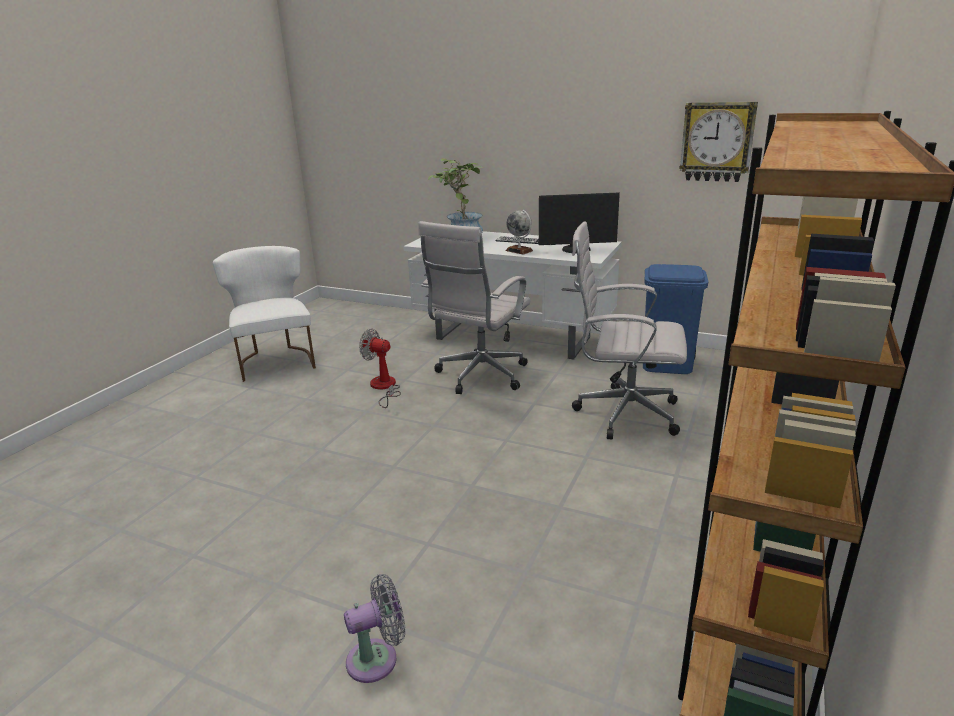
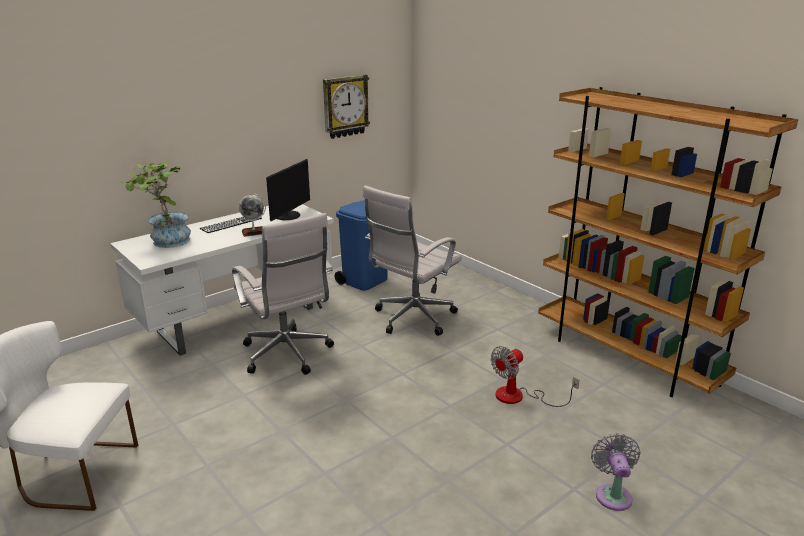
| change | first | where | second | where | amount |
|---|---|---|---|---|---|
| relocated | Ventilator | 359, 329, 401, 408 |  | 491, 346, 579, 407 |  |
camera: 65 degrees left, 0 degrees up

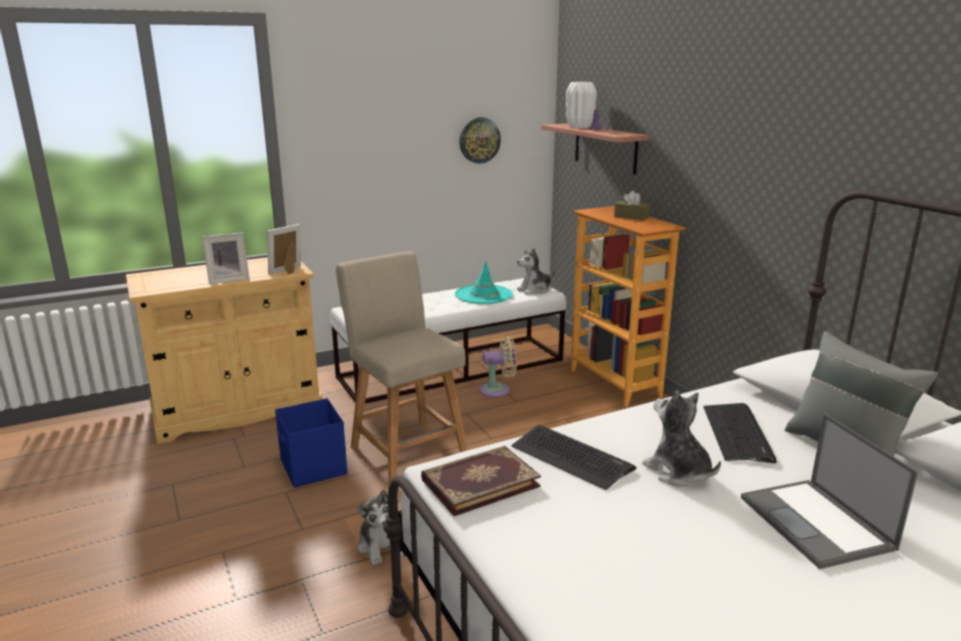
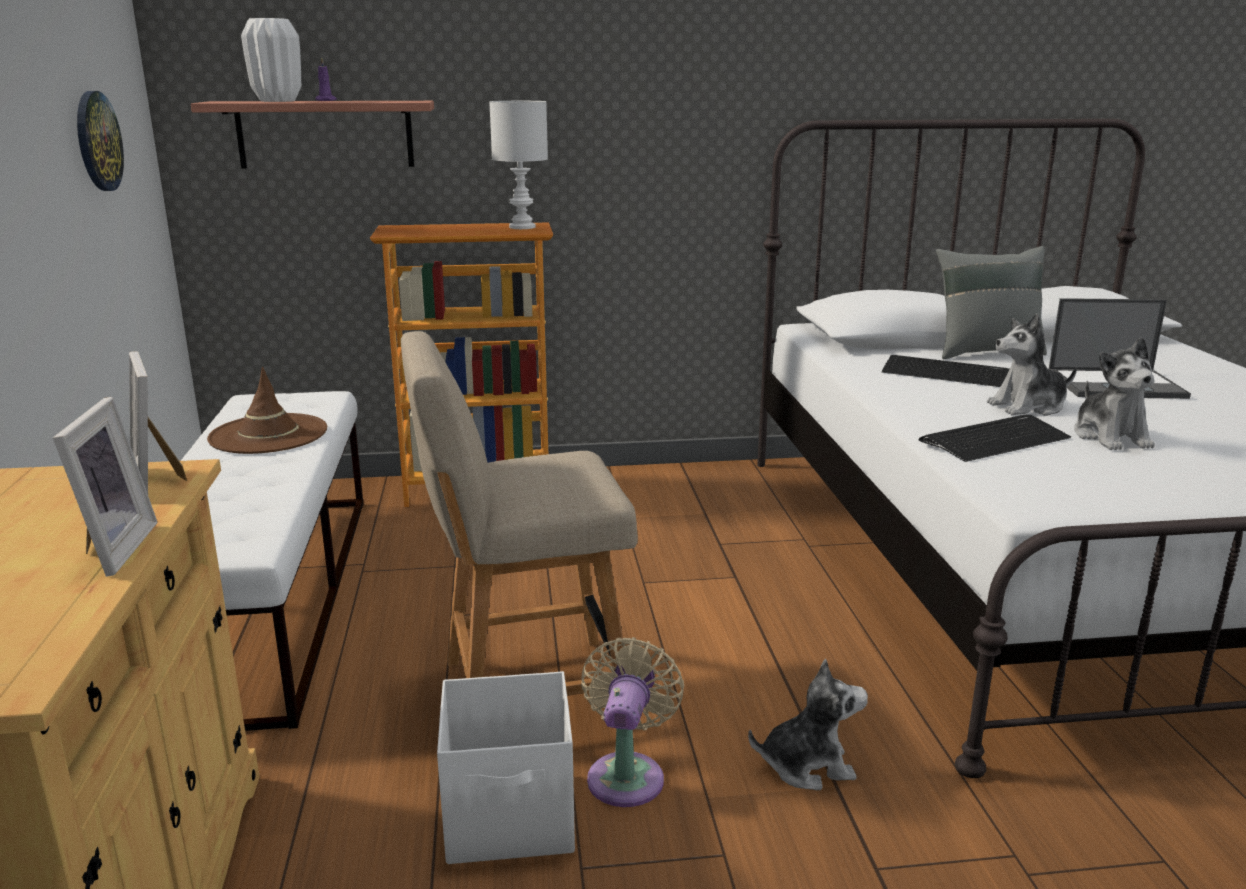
| change | first | where | second | where | amount |
|---|---|---|---|---|---|
| colour | Aufbewahrungsbox (blau) | 275, 398, 347, 488 | Aufbewahrungsbox (weiß) | 437, 671, 575, 864 |  |
| missing | Buch | 421, 446, 541, 516 |  |  |  |
| colour | Hut (türkis) | 455, 261, 513, 304 | Hut (braun) | 207, 367, 327, 454 |  |
| relocated | Ventilator (beige) | 479, 337, 517, 398 |  | 581, 637, 684, 807 |  |
| relocated | Plüschtier | 517, 248, 556, 295 |  | 1074, 337, 1155, 450 |  |
| missing | Taschentuchbox (braun) | 614, 191, 650, 220 |  |  |  |
| appeared |  |  | Tischlampe (weiß) | 489, 101, 548, 229 |  |
camera: 70 degrees left, 0 degrees up

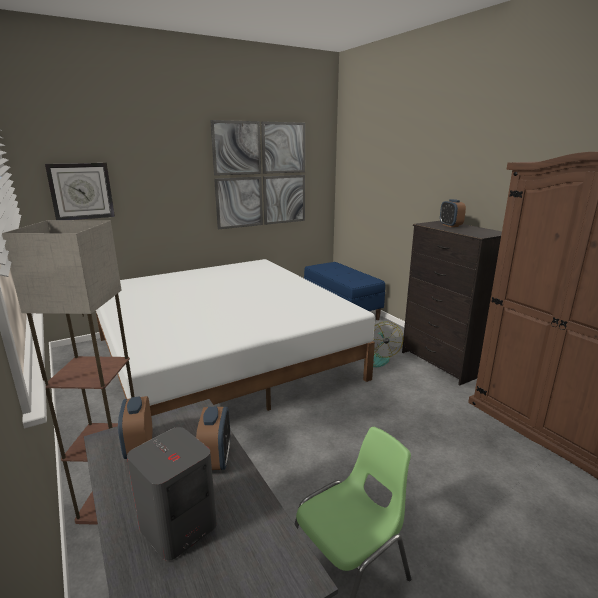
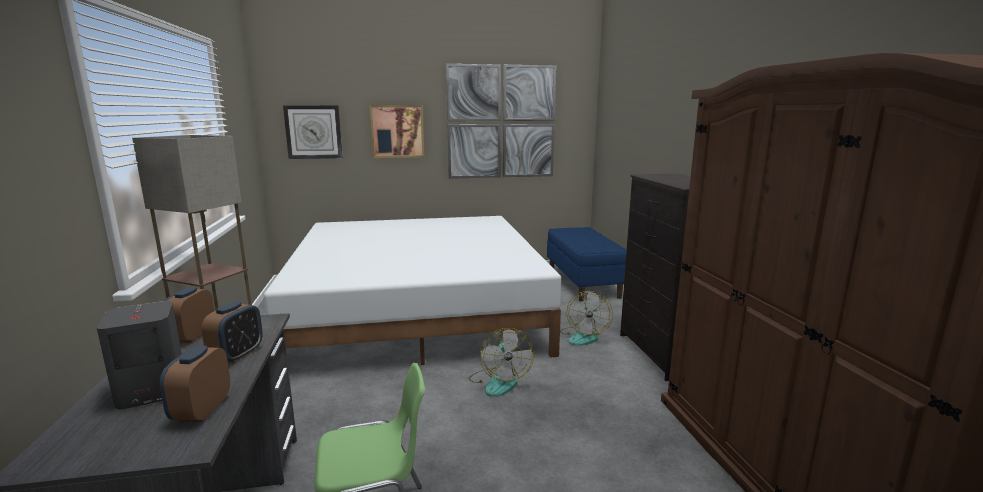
| change | first | where | second | where | amount |
|---|---|---|---|---|---|
| relocated | Wecker | 440, 199, 466, 227 |  | 159, 346, 230, 422 |  |
| appeared |  |  | Bild | 370, 105, 424, 158 |  |
| appeared |  |  | Ventilator | 469, 328, 534, 397 |  |
camera: 20 degrees right, 5 degrees down

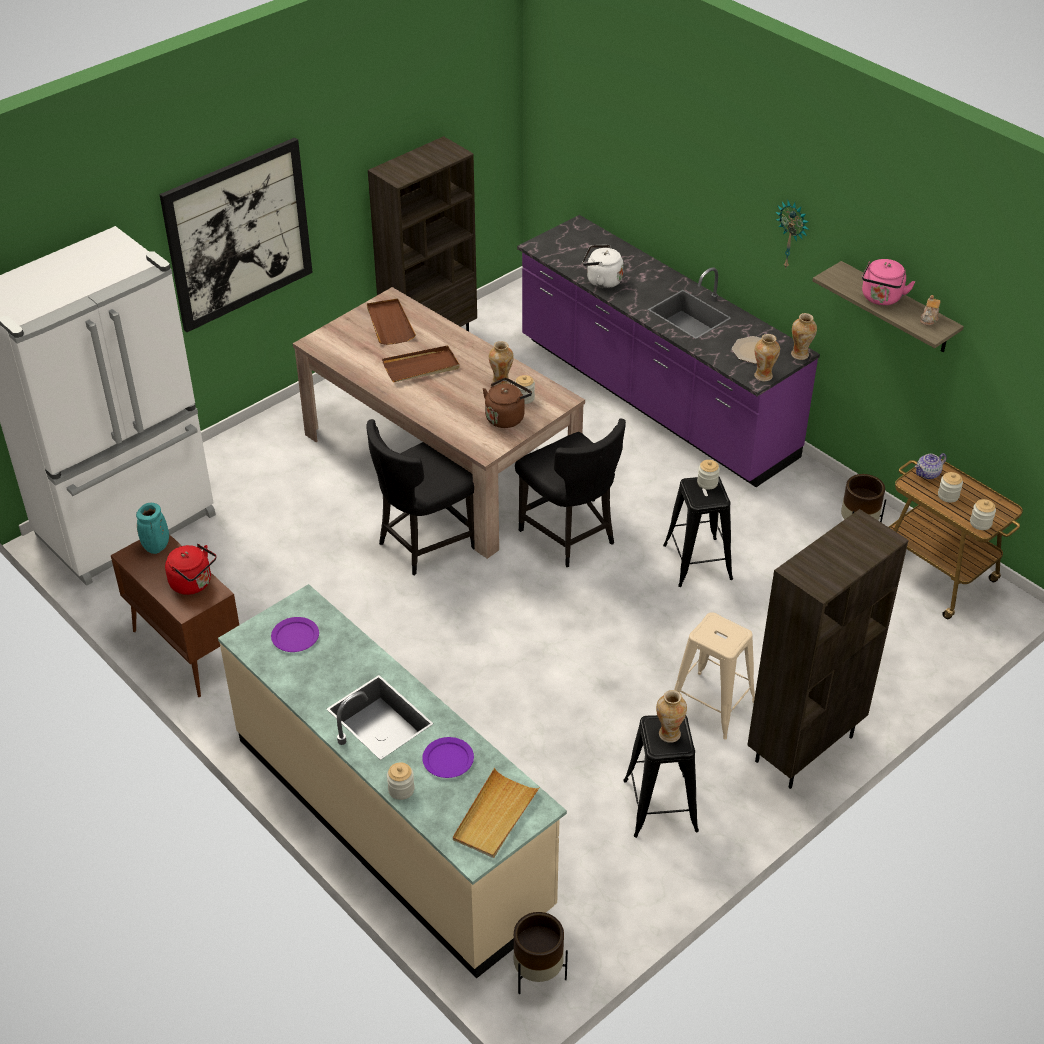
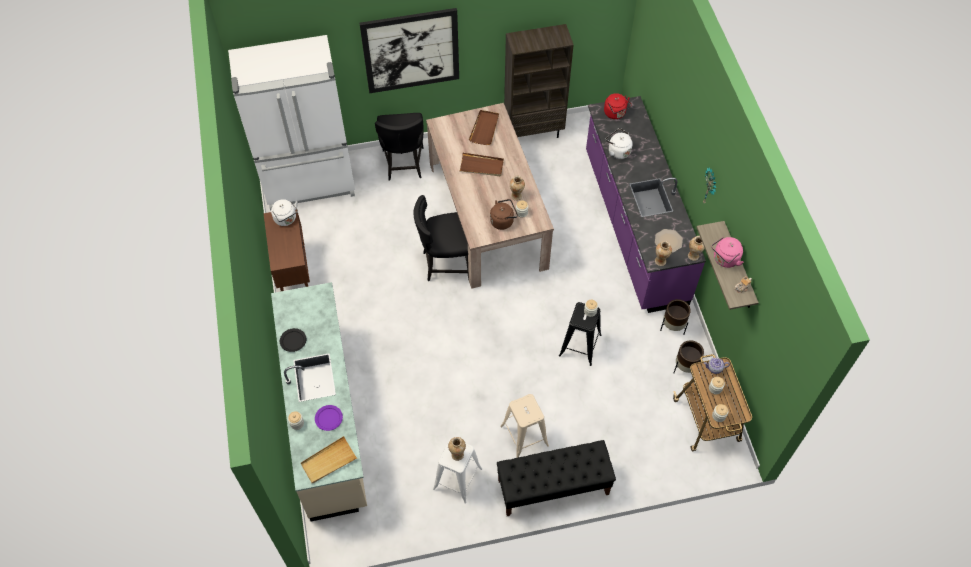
| change | first | where | second | where | amount |
|---|---|---|---|---|---|
| exchanged | Vase (türkis) | 136, 503, 169, 554 | Wasserkessel (weiß) | 271, 199, 298, 226 |  |
| relocated | Wasserkessel (rot) | 165, 544, 216, 595 |  | 604, 93, 632, 119 |  |
| missing | Teller (lila) | 271, 617, 319, 652 |  |  |  |
| relocated | Pflanzkübel (braun) | 514, 912, 568, 994 |  | 660, 299, 691, 335 |  |
| relocated | Stuhl (schwarz) | 515, 419, 626, 567 |  | 375, 113, 424, 181 |  |
| colour | Hocker (schwarz) | 623, 715, 699, 838 | Hocker (weiß) | 433, 438, 482, 504 |  |
| exchanged | Bücherregal (braun) | 747, 509, 909, 789 | Bank (schwarz) | 497, 440, 616, 516 |  |
| appeared |  |  | Teller (schwarz) | 280, 328, 306, 352 |  |
camera: 30 degrees right, 15 degrees up

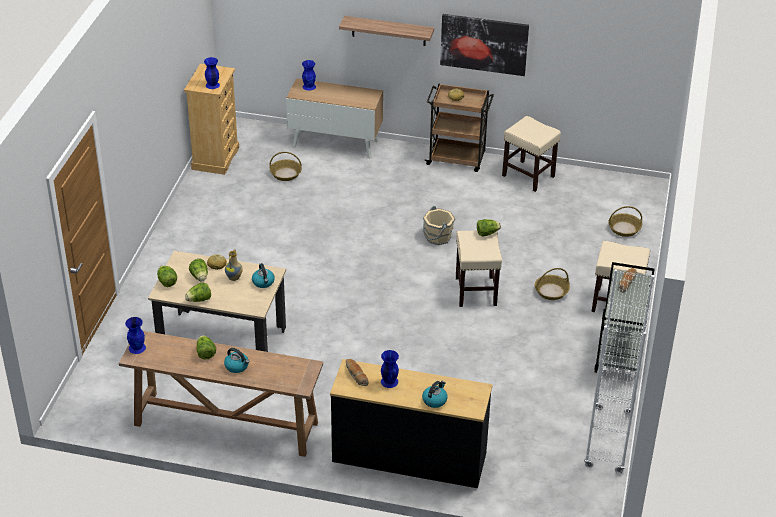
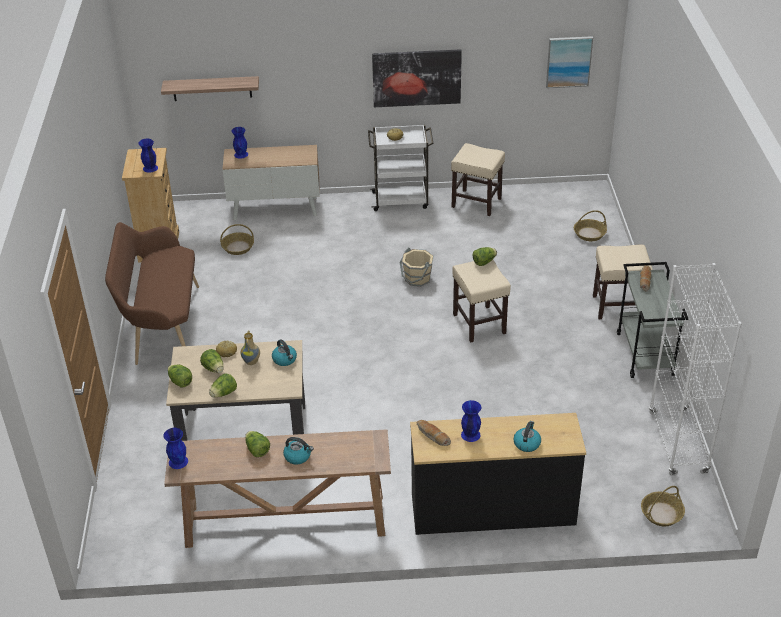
| change | first | where | second | where | amount |
|---|---|---|---|---|---|
| relocated | Wandregal | 339, 16, 434, 46 |  | 161, 76, 259, 101 |  |
| colour | Rollwagen (braun) | 424, 83, 494, 172 | Rollwagen (weiß) | 368, 125, 433, 211 |  |
| relocated | Korb | 535, 268, 570, 300 |  | 641, 486, 685, 526 |  |
| appeared |  |  | Bank (braun) | 105, 222, 199, 365 |  |
| appeared |  |  | Bild | 546, 36, 593, 88 |  |
camera: 15 degrees left, 0 degrees up

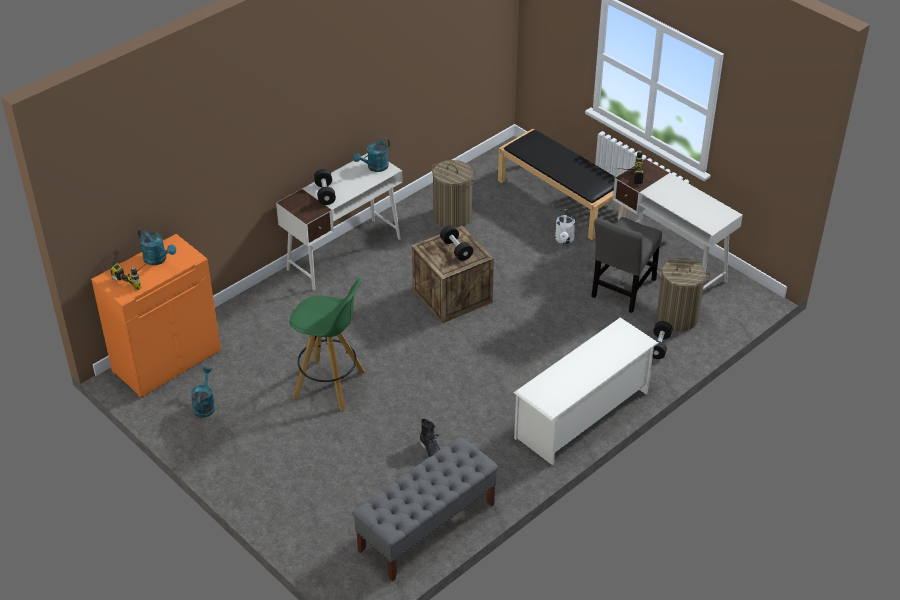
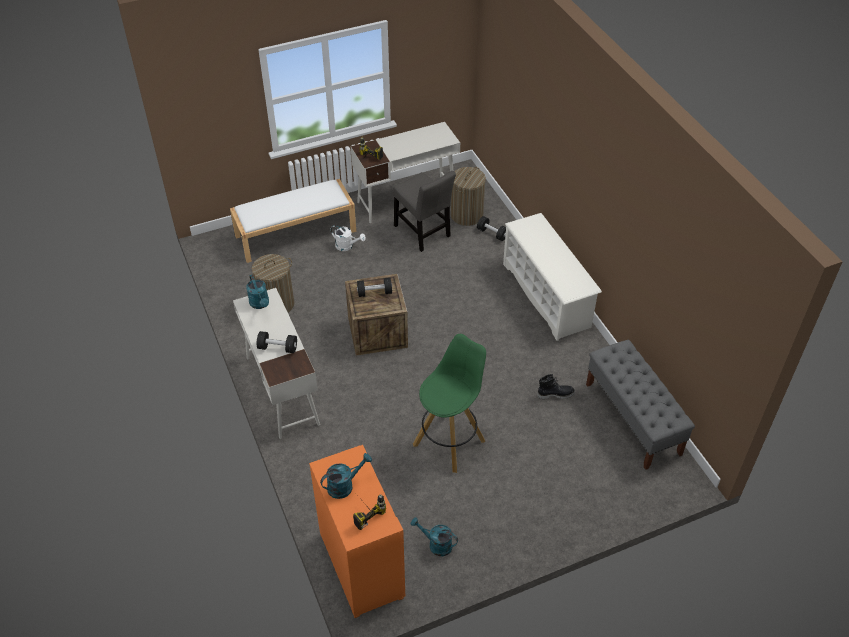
| change | first | where | second | where | amount |
|---|---|---|---|---|---|
| colour | Bank (schwarz) | 498, 129, 626, 240 | Bank (weiß) | 230, 179, 356, 263 |  |
camera: 70 degrees left, 5 degrees up

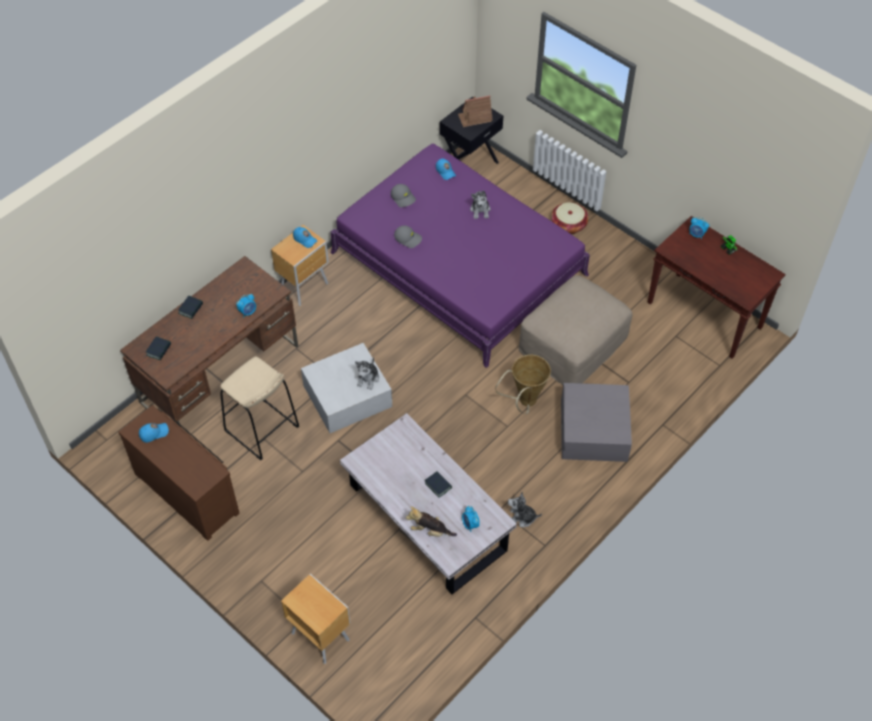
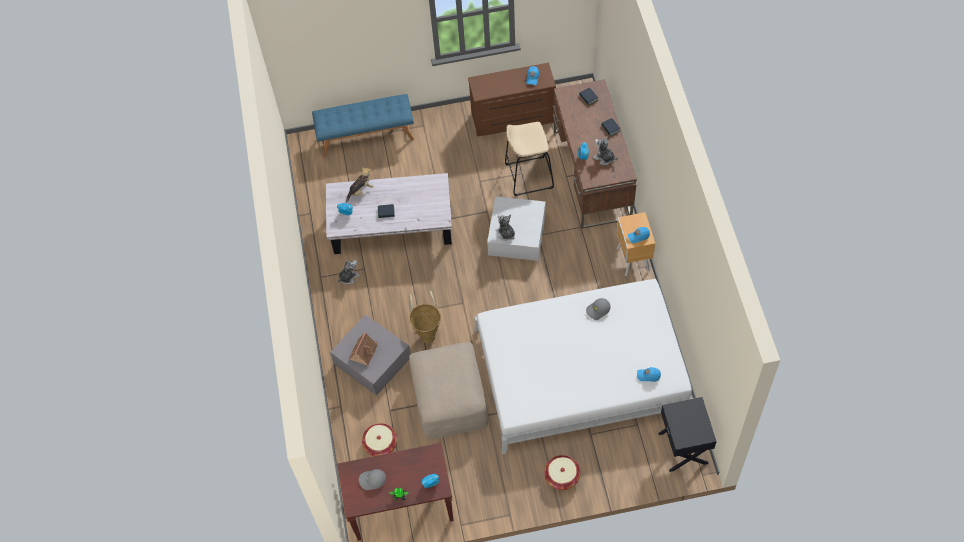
| change | first | where | second | where | amount |
|---|---|---|---|---|---|
| exchanged | Nachttisch (braun) | 281, 574, 350, 664 | Bank (blau) | 312, 94, 414, 157 |  |
| colour | Bett (lila) | 330, 143, 590, 368 | Bett (weiß) | 474, 279, 694, 455 |  |
| relocated | Kappe (grau) | 391, 184, 416, 207 |  | 359, 469, 386, 490 |  |
| relocated | Spielzeughaus | 458, 95, 493, 127 |  | 349, 332, 378, 365 |  |
| relocated | Plüschtier | 470, 189, 491, 219 |  | 593, 136, 618, 165 |  |
| appeared |  |  | Korb | 362, 423, 397, 456 |  |
camera: 130 degrees right, 5 degrees up

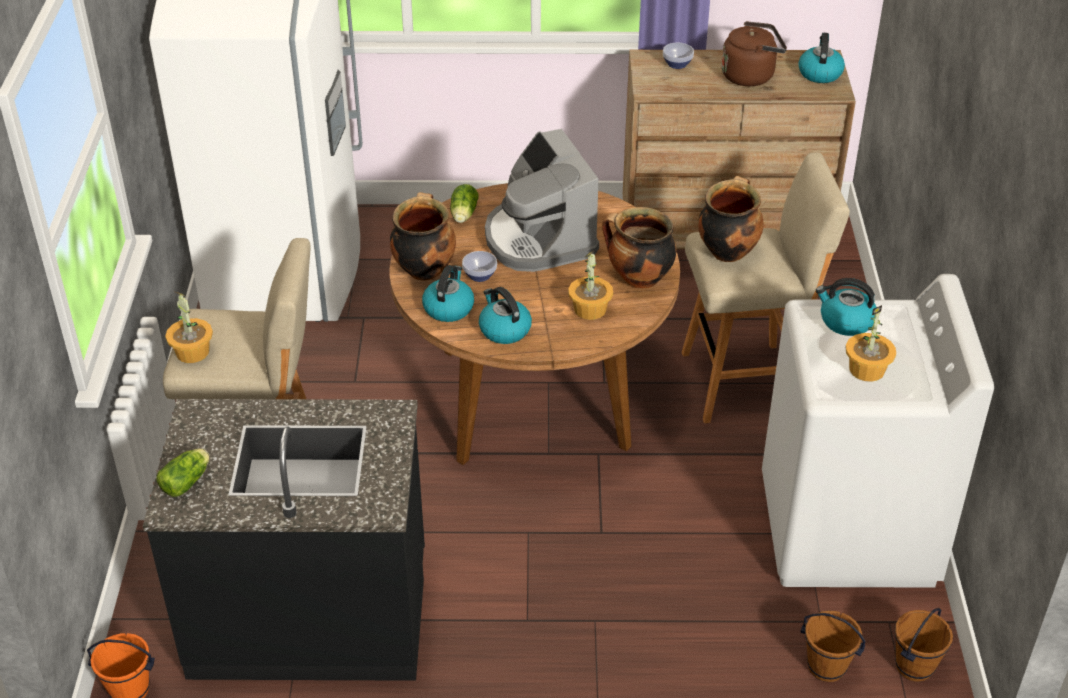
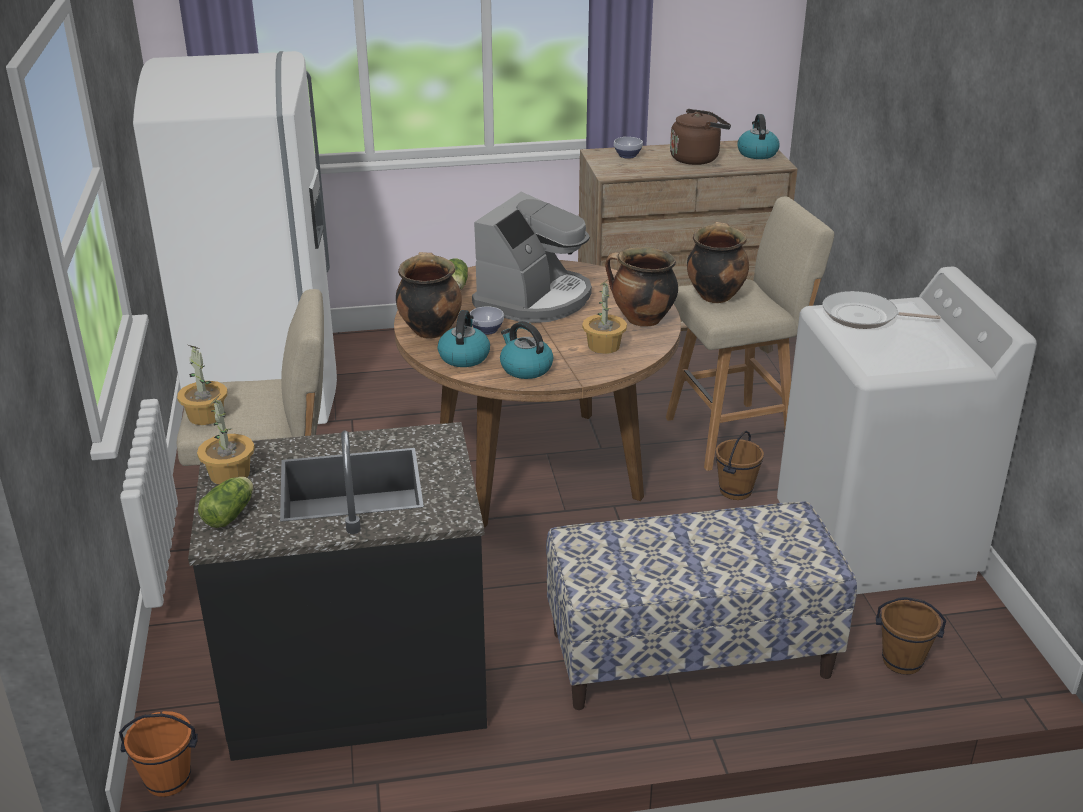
| change | first | where | second | where | amount |
|---|---|---|---|---|---|
| spun | Kaffeemaschine | 485, 129, 599, 272 |  | 472, 192, 592, 323 | 120 degrees counterclockwise |
| exchanged | Wasserkessel | 816, 278, 876, 336 | Pfanne | 822, 291, 941, 329 |  |
| relocated | Topfpflanze | 846, 305, 896, 382 |  | 197, 395, 255, 484 |  |
| relocated | Eimer (braun) | 895, 608, 953, 682 |  | 715, 431, 764, 500 |  |
| appeared |  |  | Bank | 546, 502, 857, 710 |  |
camera: 10 degrees left, 10 degrees down

